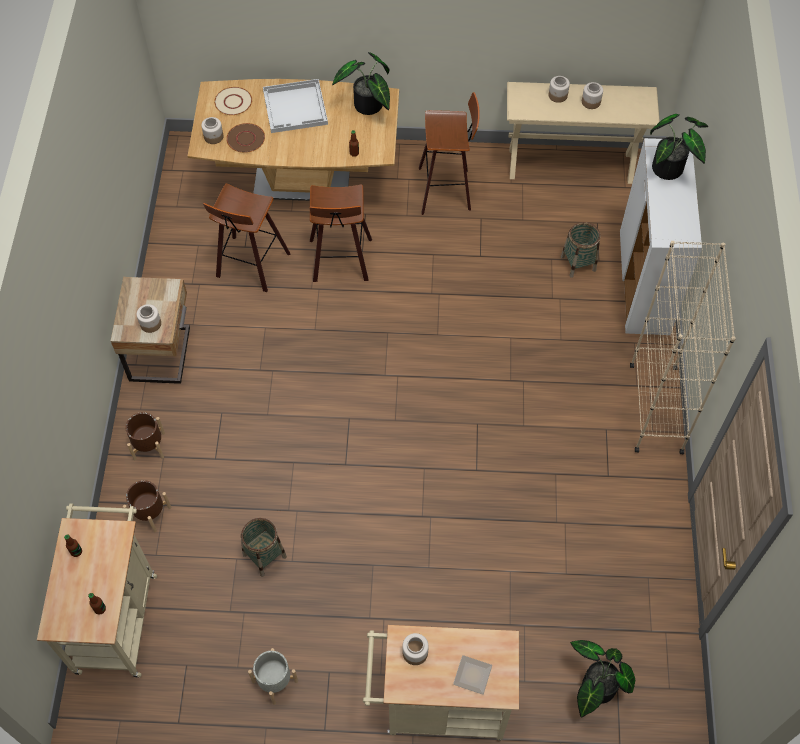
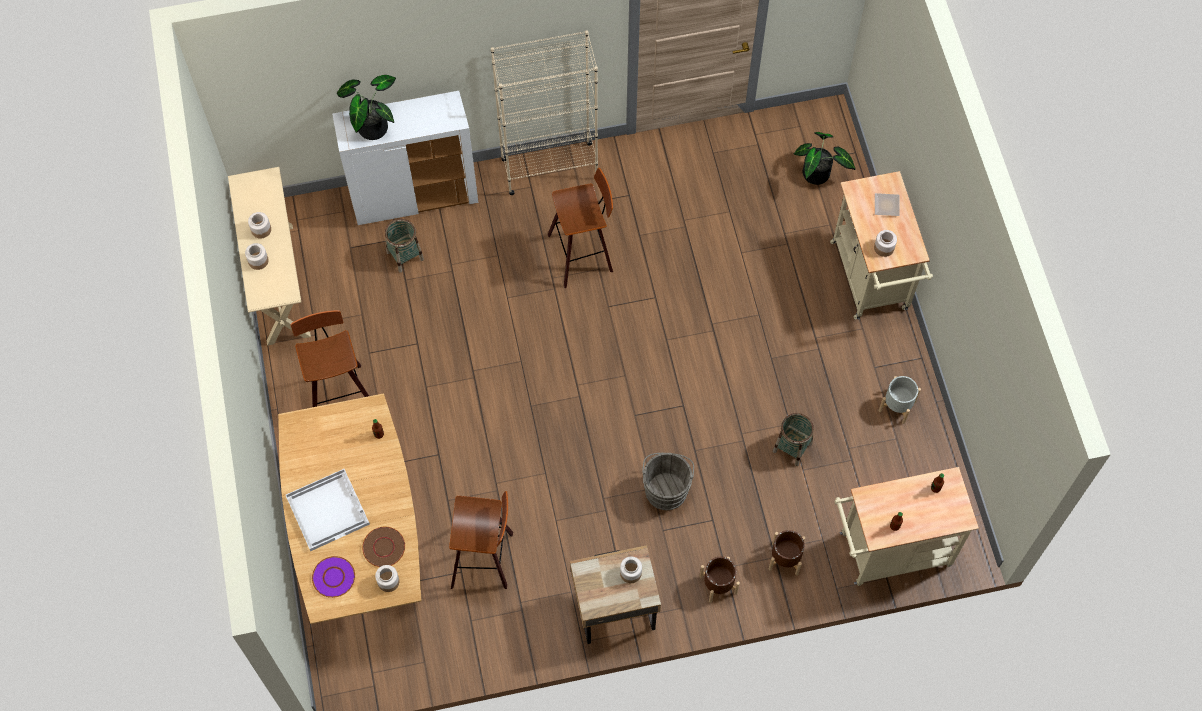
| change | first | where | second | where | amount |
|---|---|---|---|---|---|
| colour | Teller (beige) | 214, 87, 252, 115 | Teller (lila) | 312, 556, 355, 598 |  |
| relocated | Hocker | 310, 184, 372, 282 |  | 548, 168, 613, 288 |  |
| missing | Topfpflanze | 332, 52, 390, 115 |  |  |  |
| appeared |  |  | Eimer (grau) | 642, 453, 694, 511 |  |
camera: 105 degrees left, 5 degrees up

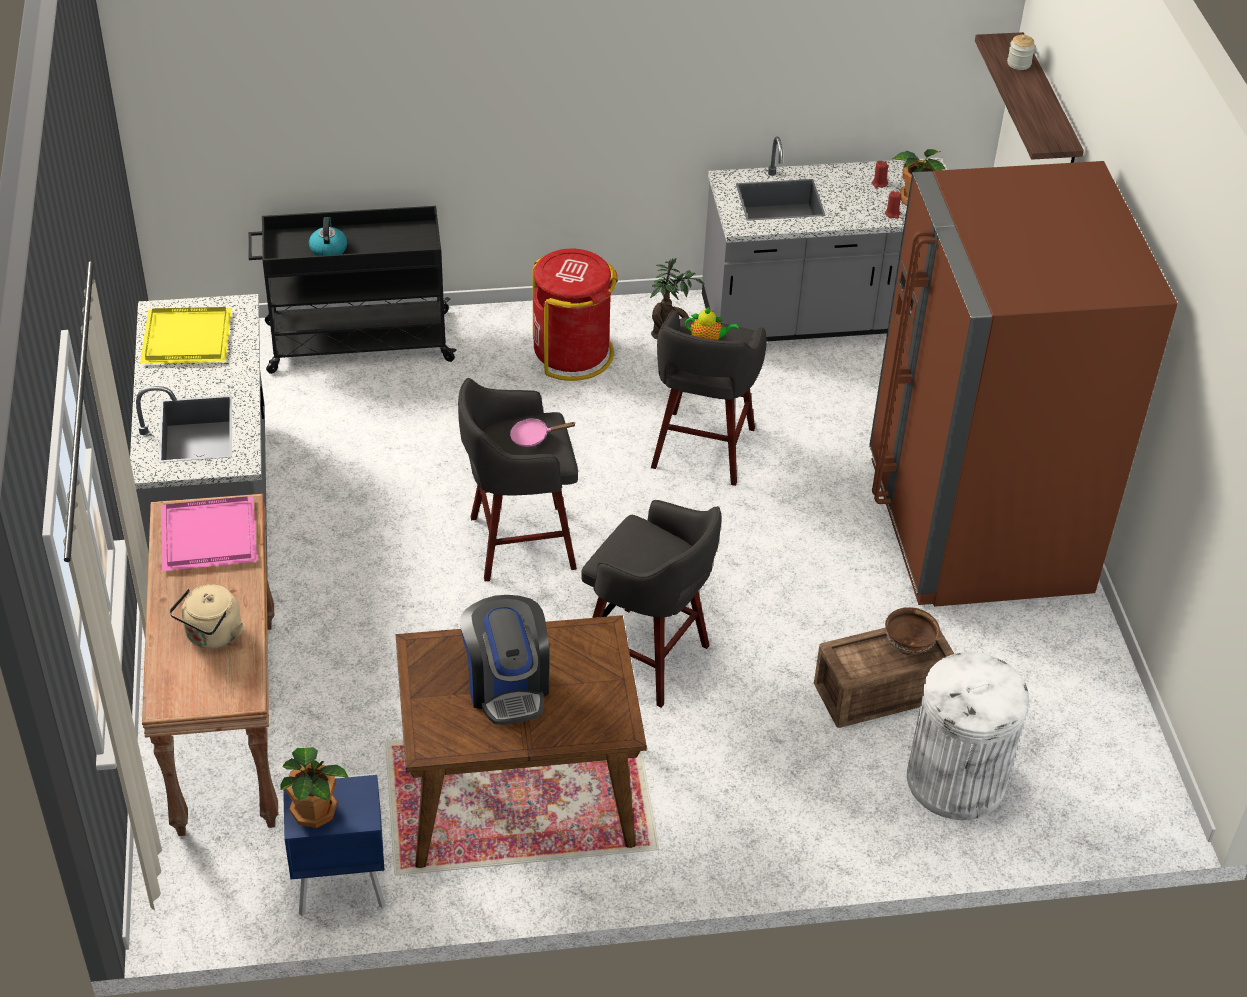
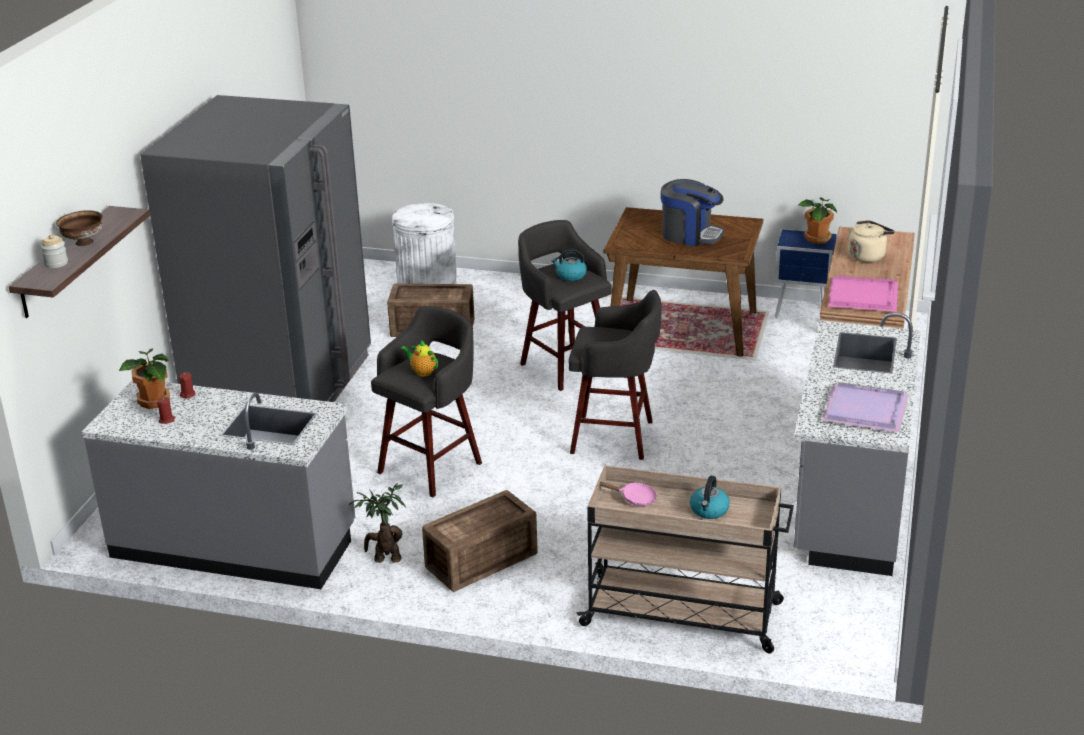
| change | first | where | second | where | amount |
|---|---|---|---|---|---|
| colour | Tablett (gelb) | 140, 307, 232, 364 | Tablett (lila) | 822, 382, 909, 432 |  |
| colour | Rollwagen (schwarz) | 248, 206, 457, 374 | Rollwagen (beige) | 577, 465, 794, 653 |  |
| spun | Kaffeemaschine | 460, 595, 549, 725 |  | 661, 179, 724, 247 | 105 degrees clockwise |
| relocated | Pfanne (rosa) | 510, 418, 575, 447 |  | 600, 482, 657, 506 |  |
| exchanged | Mülleimer (rot) | 533, 249, 618, 381 | Kiste | 422, 490, 538, 592 |  |
| colour | Kühlschrank (braun) | 869, 161, 1178, 607 | Kühlschrank (grau) | 140, 95, 371, 402 |  |
| relocated | Schüssel (braun) | 885, 607, 940, 655 |  | 56, 210, 102, 246 |  |
| appeared |  |  | Wasserkessel | 552, 249, 587, 281 |  |
camera: 155 degrees left, 15 degrees down

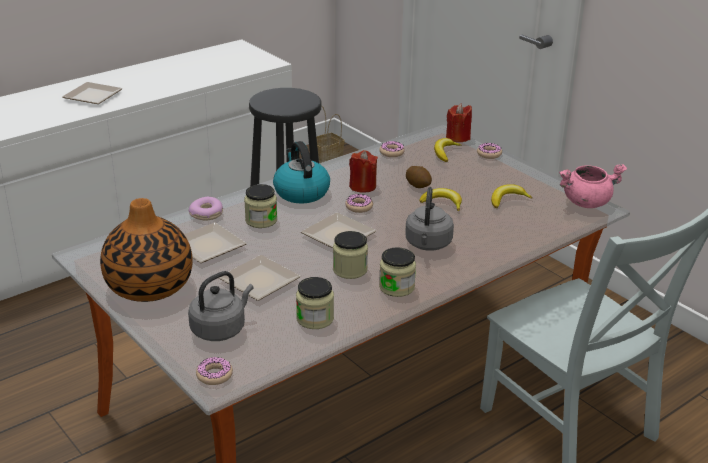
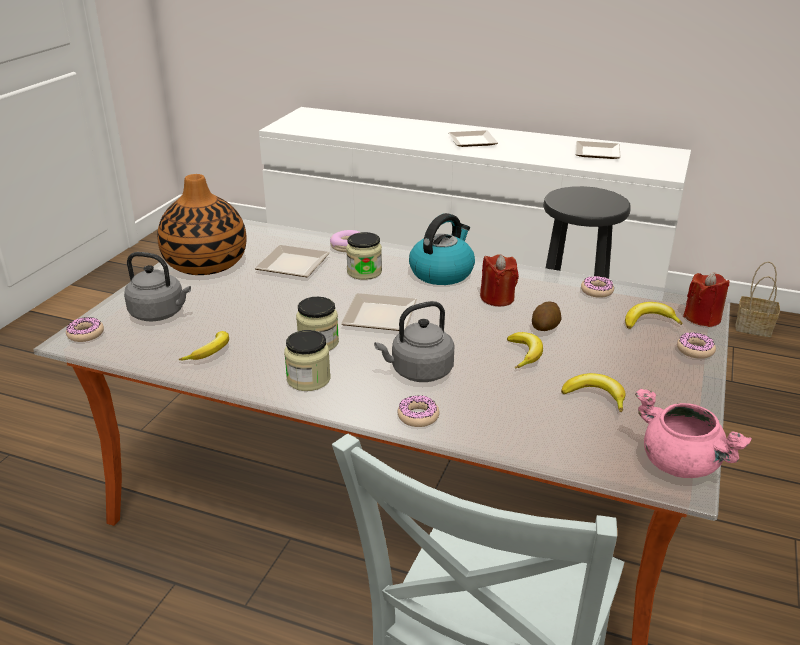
| change | first | where | second | where | amount |
|---|---|---|---|---|---|
| relocated | Teller | 219, 255, 301, 301 |  | 575, 141, 621, 159 |  |
| exchanged | Vorratsglas | 296, 277, 334, 329 | Banane | 179, 331, 229, 361 |  |
| relocated | Donut | 345, 194, 373, 213 |  | 397, 395, 440, 427 |  |
camera: 60 degrees right, 0 degrees up

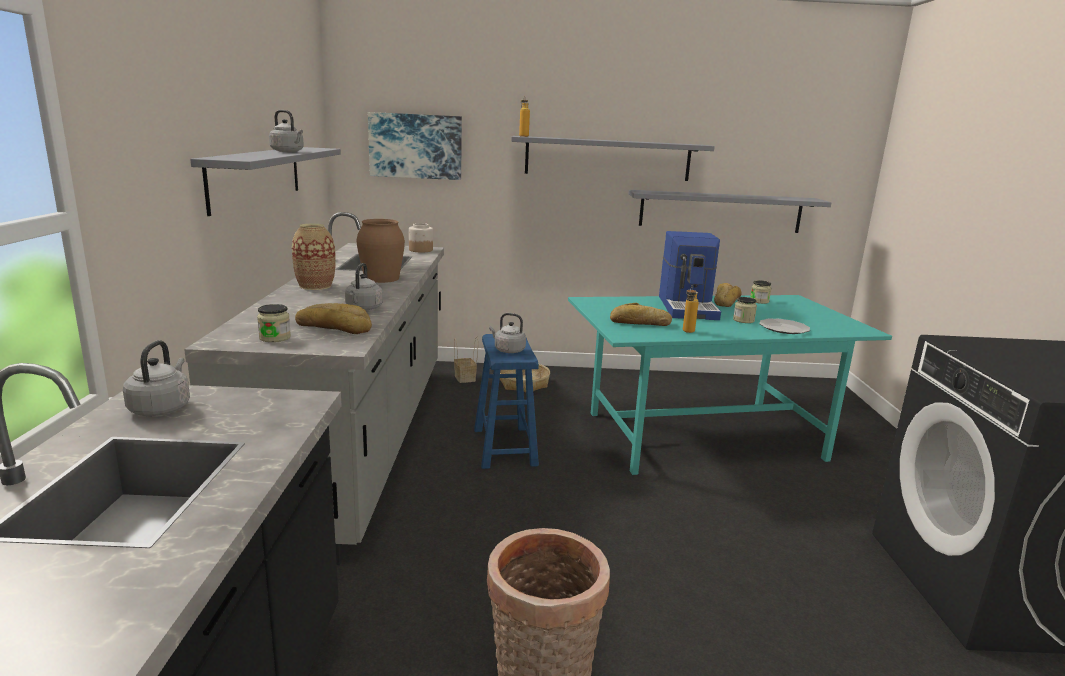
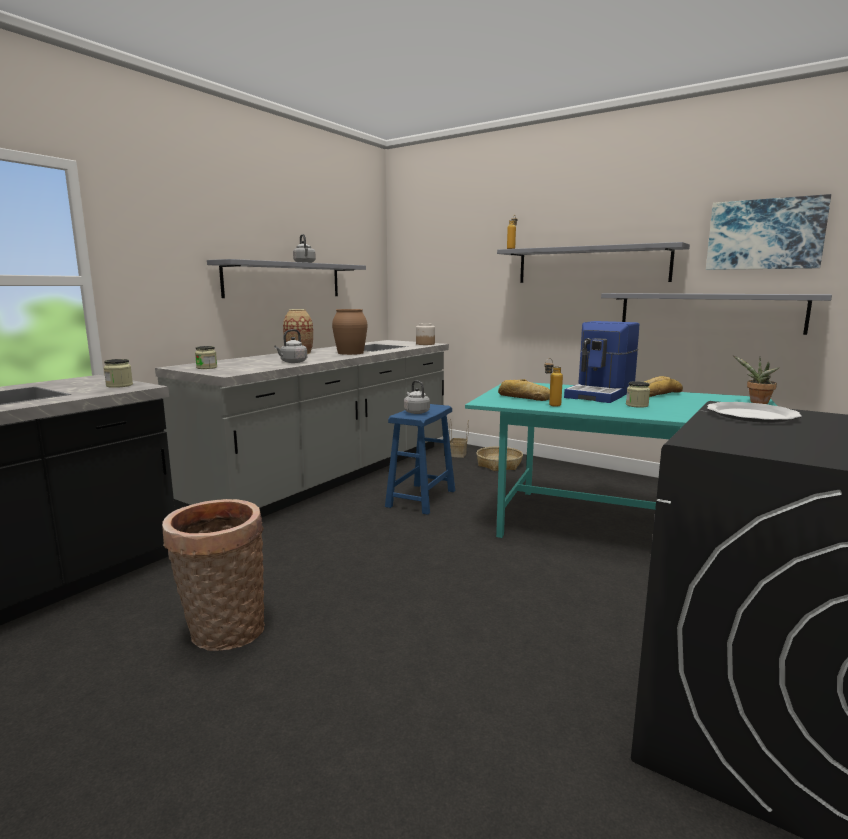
| change | first | where | second | where | amount |
|---|---|---|---|---|---|
| missing | Wasserkessel (grau) | 123, 340, 190, 416 |  |  |  |
| missing | Brot | 295, 303, 372, 334 |  |  |  |
| relocated | Bild | 368, 112, 462, 180 |  | 706, 194, 831, 270 |  |
| relocated | Vorratsglas | 750, 280, 771, 304 |  | 104, 359, 133, 388 |  |
| relocated | Teller | 759, 319, 810, 334 |  | 707, 402, 802, 423 |  |
| appeared |  |  | Topfpflanze | 733, 355, 780, 404 |  |
camera: 35 degrees right, 5 degrees down

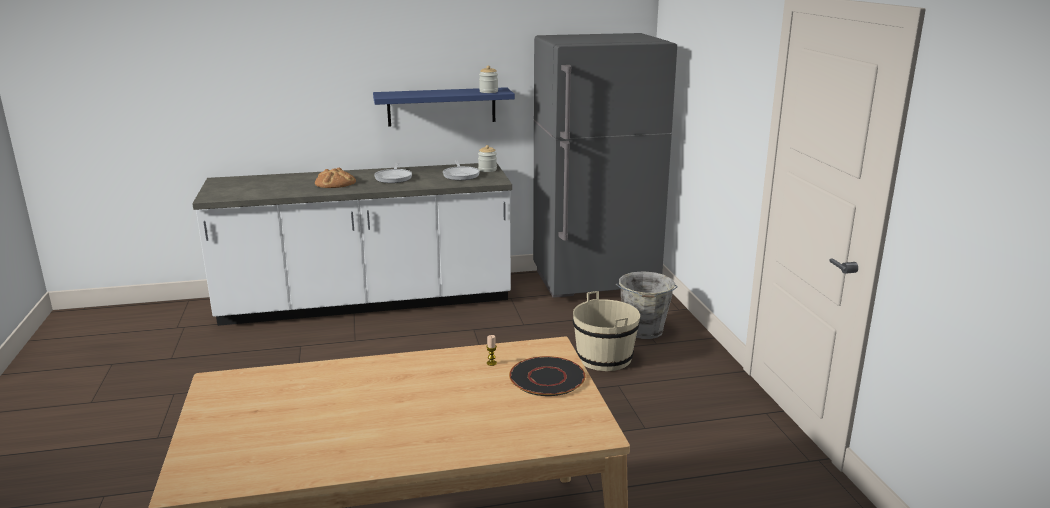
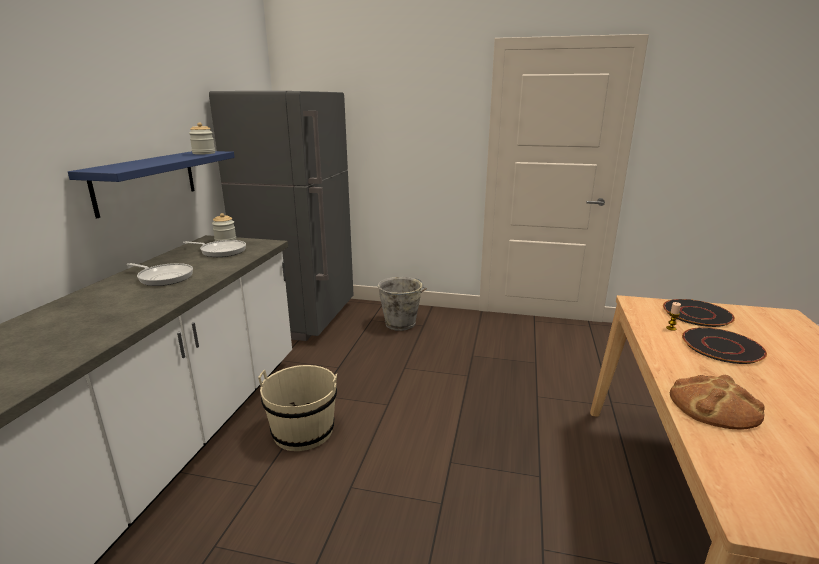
| change | first | where | second | where | amount |
|---|---|---|---|---|---|
| relocated | Brot | 315, 168, 356, 188 |  | 670, 374, 765, 429 |  |
| relocated | Eimer (beige) | 573, 291, 640, 371 |  | 258, 365, 337, 451 |  |
| appeared |  |  | Teller (schwarz) | 682, 327, 767, 364 |  |
camera: 65 degrees left, 0 degrees up

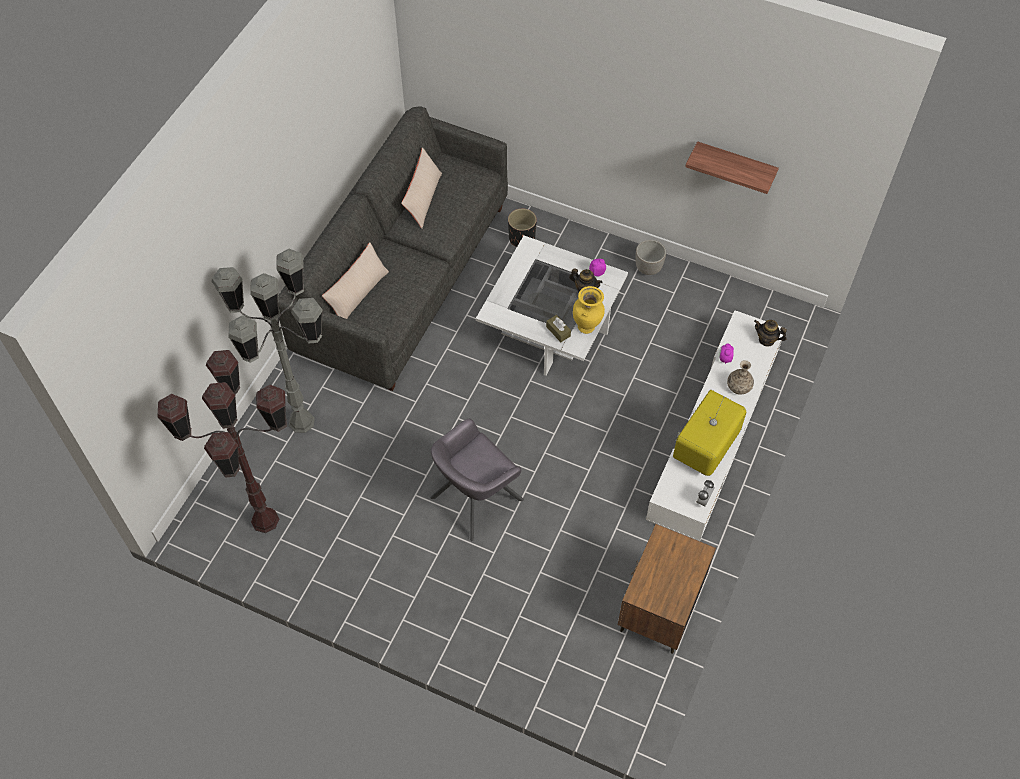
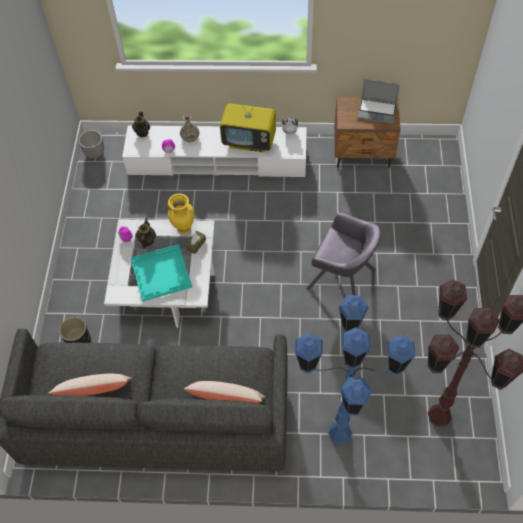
| change | first | where | second | where | amount |
|---|---|---|---|---|---|
| colour | Stehlampe (grau) | 211, 249, 323, 433 | Stehlampe (blau) | 295, 295, 415, 445 |  |
| relocated | Pflanzkübel | 636, 240, 666, 275 |  | 79, 130, 104, 158 |  |
| missing | Wandregal | 685, 141, 779, 194 |  |  |  |
| appeared |  |  | Tablett (türkis) | 130, 244, 192, 302 |  |
| appeared |  |  | Laptop | 357, 79, 400, 124 |  |
camera: 110 degrees left, 0 degrees up

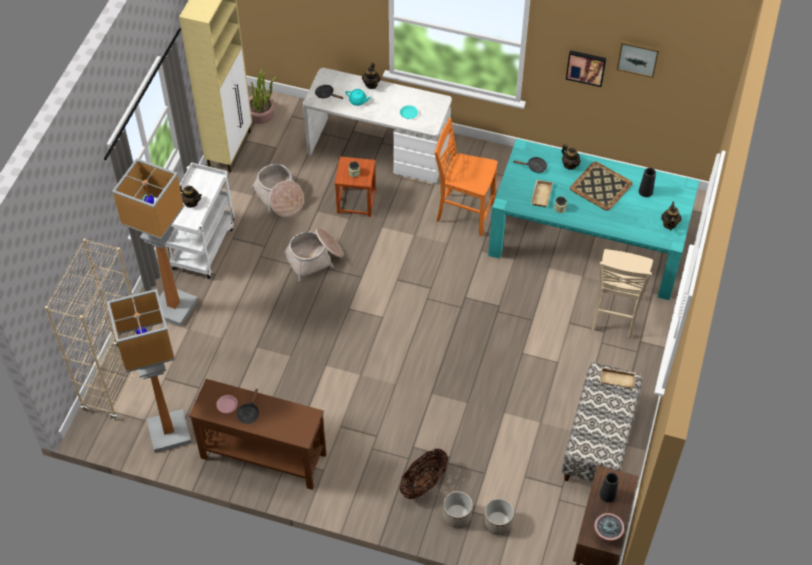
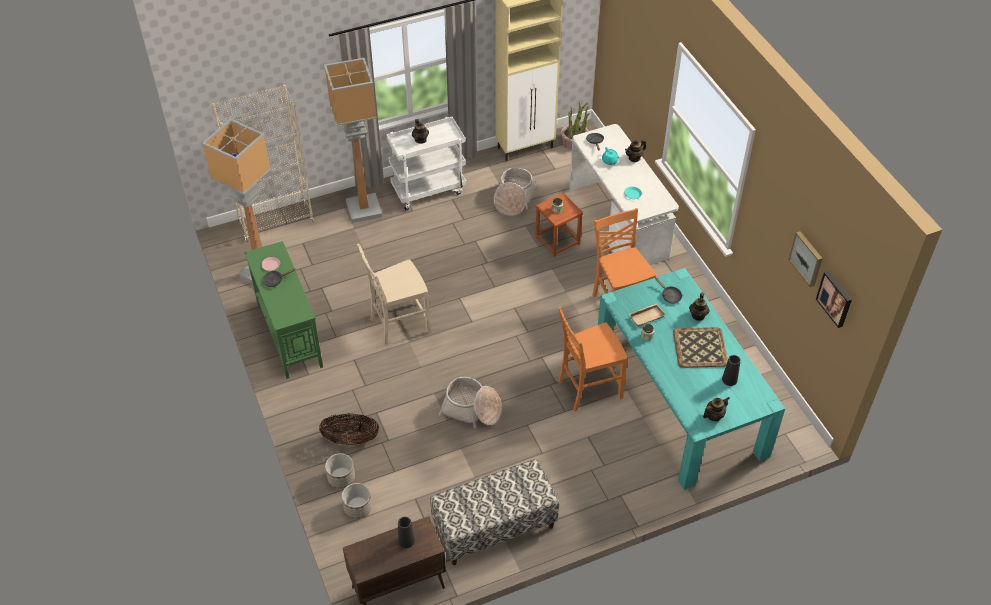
| change | first | where | second | where | amount |
|---|---|---|---|---|---|
| colour | Konsolentisch (braun) | 189, 379, 326, 490 | Konsolentisch (grün) | 245, 241, 323, 379 |  |
| relocated | Korb | 283, 228, 344, 281 |  | 439, 377, 502, 428 |  |
| relocated | Bild | 566, 50, 606, 87 |  | 816, 271, 852, 328 |  |
| relocated | Stuhl (beige) | 591, 249, 653, 338 |  | 357, 244, 431, 346 |  |
| missing | Topfpflanze | 594, 513, 625, 542 |  |  |  |
| missing | Tablett (beige) | 600, 367, 636, 389 |  |  |  |
| appeared |  |  | Stuhl (orange) | 558, 307, 628, 411 |  |
camera: 50 degrees right, 5 degrees down

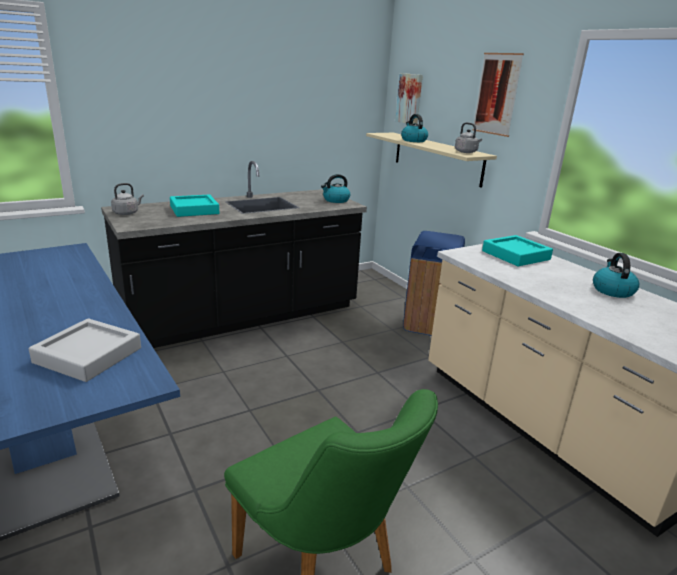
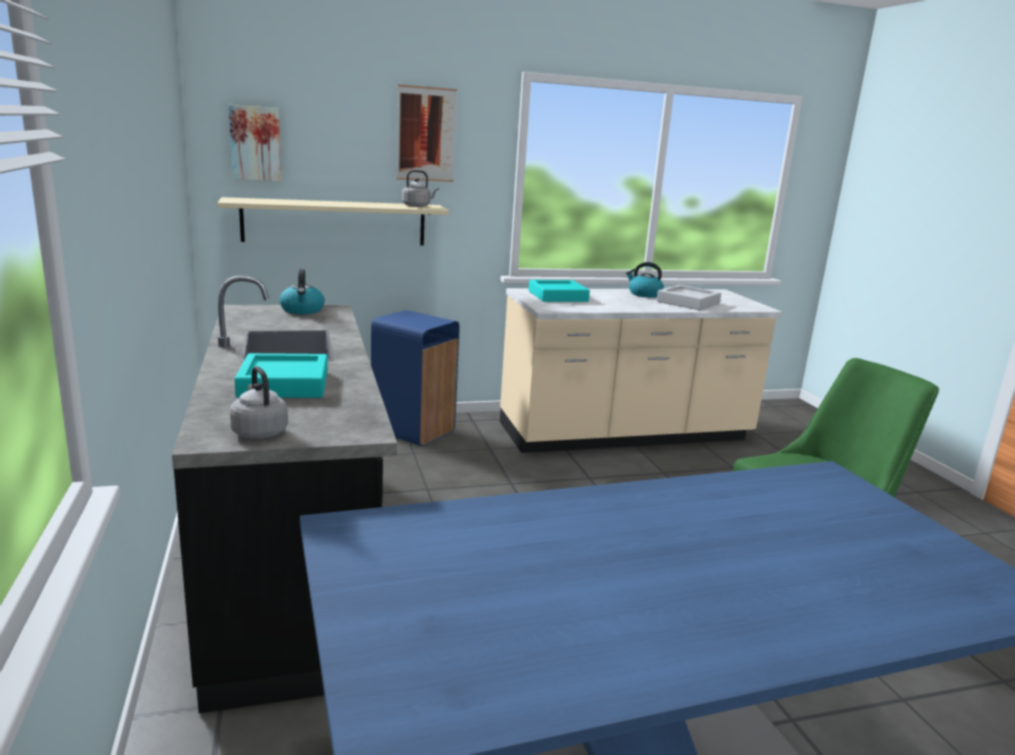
| change | first | where | second | where | amount |
|---|---|---|---|---|---|
| relocated | Tablett (grau) | 29, 318, 141, 382 |  | 657, 285, 721, 310 |  |
| missing | Wasserkessel | 401, 114, 428, 142 |  |  |  |
camera: 75 degrees left, 5 degrees down

